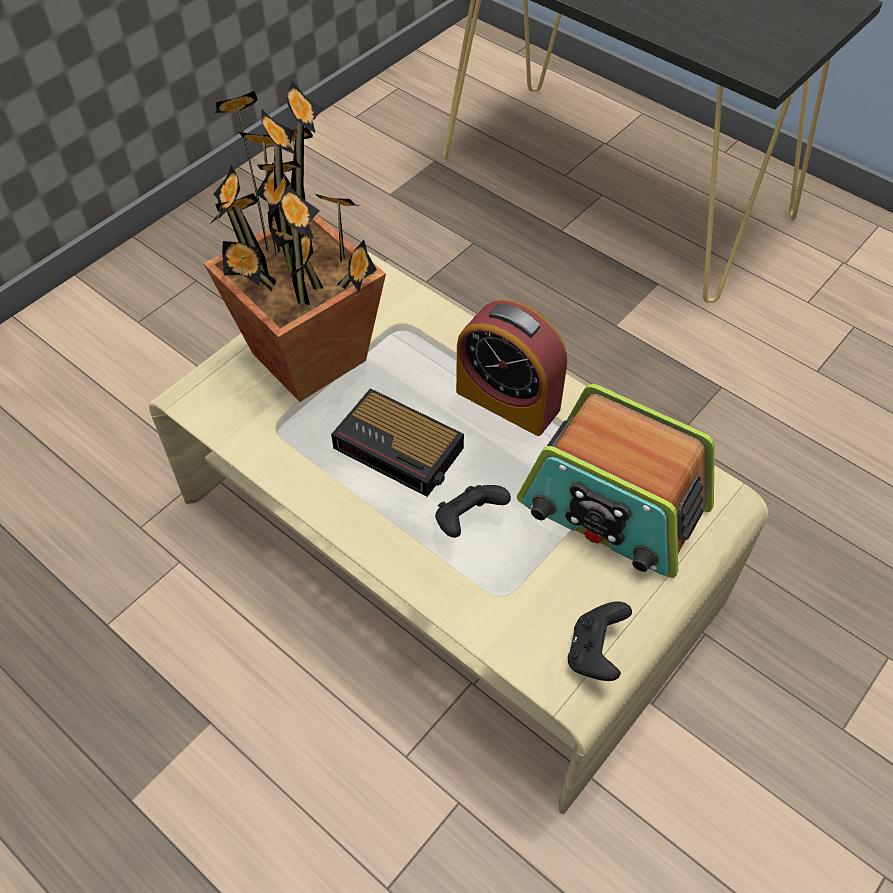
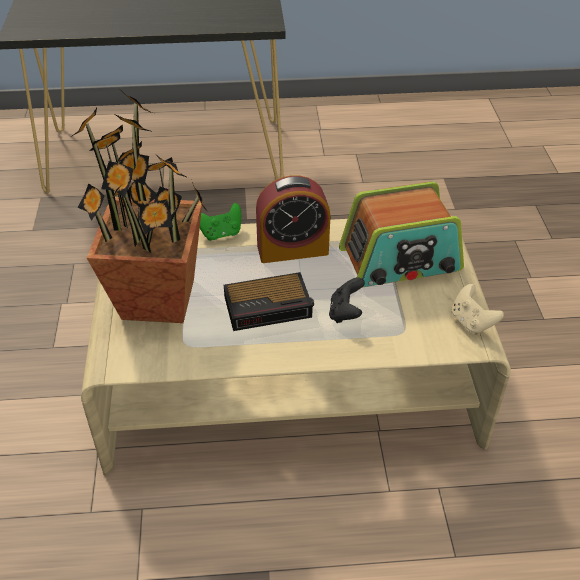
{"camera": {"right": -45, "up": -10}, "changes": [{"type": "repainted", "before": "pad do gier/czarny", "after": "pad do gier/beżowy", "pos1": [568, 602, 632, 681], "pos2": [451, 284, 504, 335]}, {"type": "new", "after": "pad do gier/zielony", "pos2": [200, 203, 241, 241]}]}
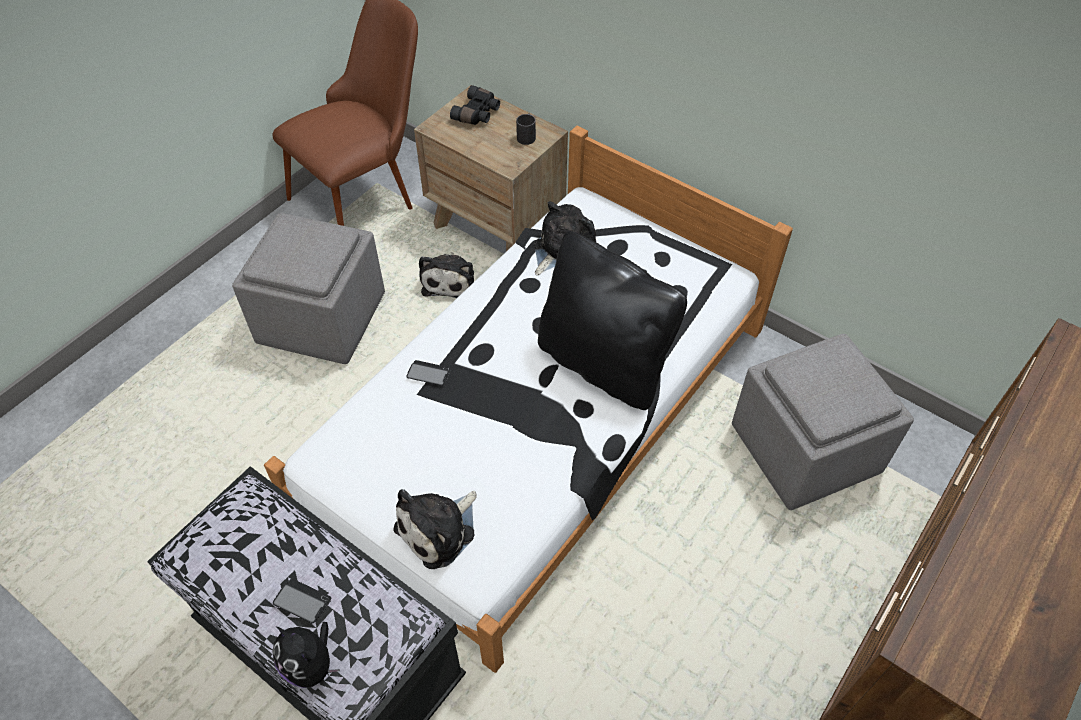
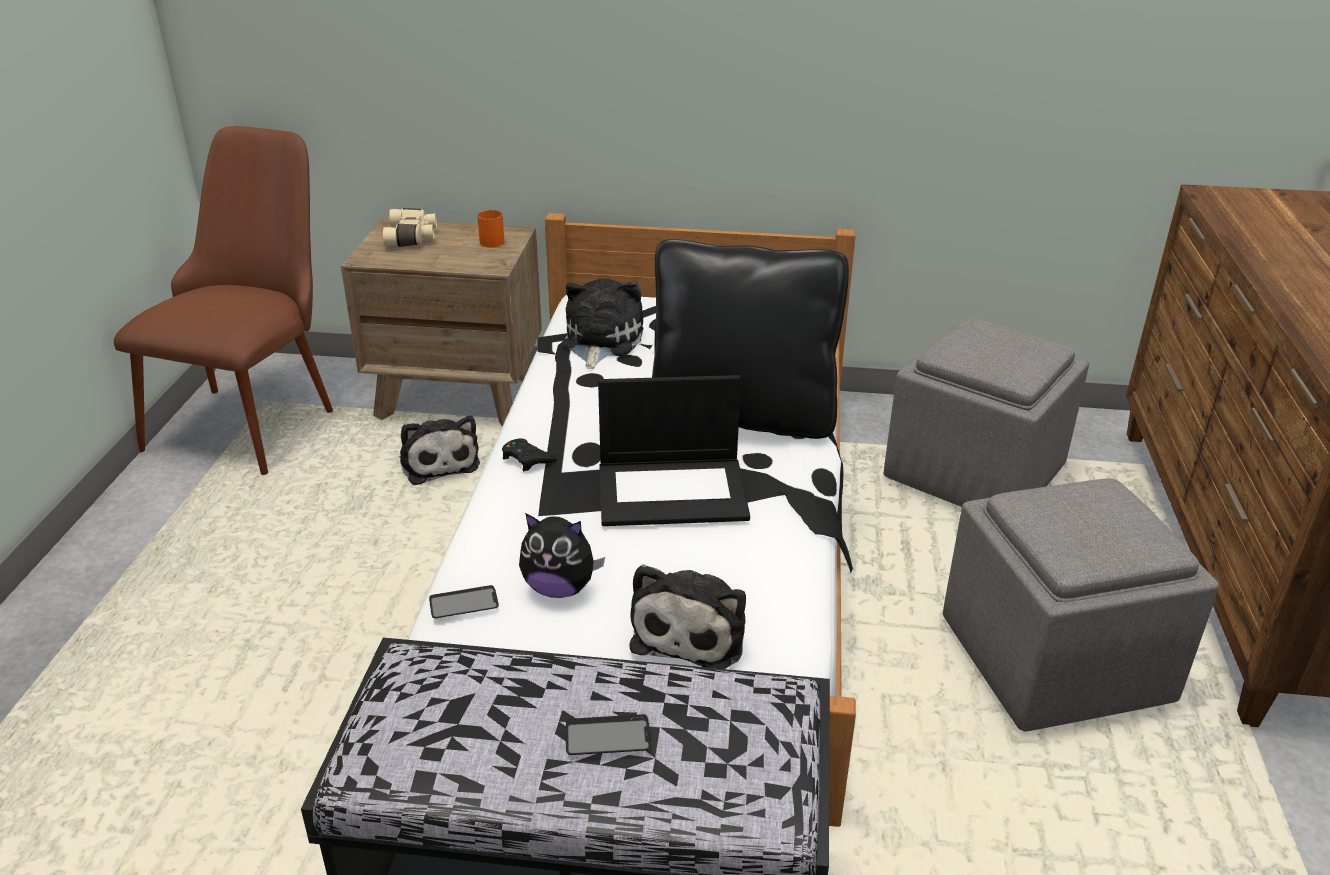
{"camera": {"right": -30, "up": -20}, "changes": [{"type": "shifted", "before": "pufa/szary", "pos1": [232, 213, 385, 364], "pos2": [943, 478, 1219, 731]}, {"type": "shifted", "before": "pluszak", "pos1": [272, 622, 340, 688], "pos2": [519, 513, 605, 598]}, {"type": "shifted", "before": "telefon", "pos1": [406, 360, 451, 386], "pos2": [429, 585, 499, 618]}, {"type": "repainted", "before": "lornetka/czarny", "after": "lornetka/beżowy", "pos1": [450, 85, 500, 125], "pos2": [383, 208, 437, 247]}, {"type": "repainted", "before": "kubek/czarny", "after": "kubek/pomarańczowy", "pos1": [516, 114, 536, 145], "pos2": [477, 210, 505, 248]}, {"type": "new", "after": "pad do gier/czarny", "pos2": [502, 438, 557, 471]}, {"type": "new", "after": "laptop", "pos2": [598, 375, 750, 526]}]}
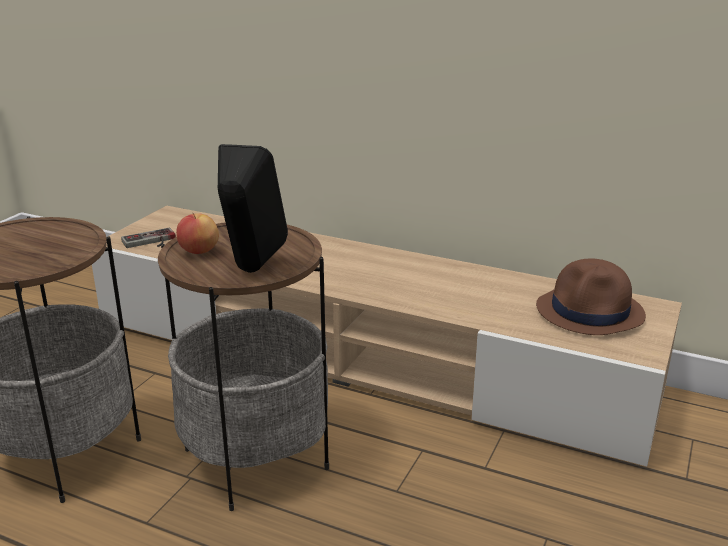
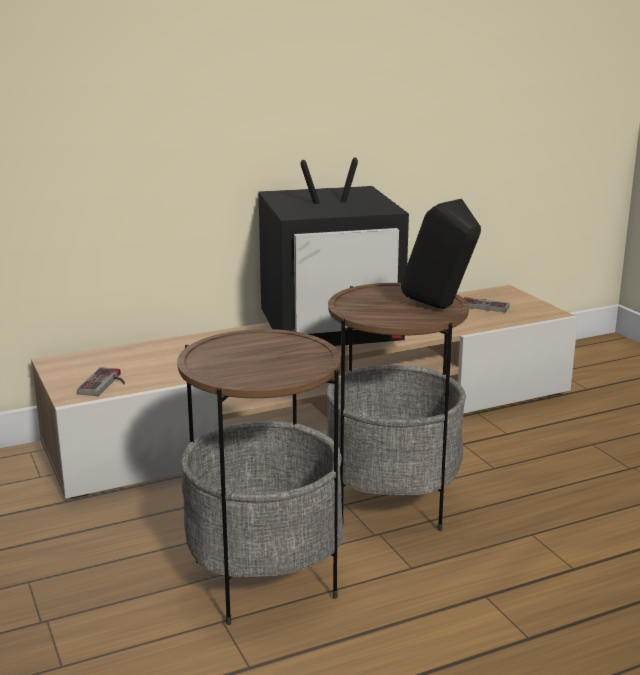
{"camera": {"right": -50, "up": -5}, "changes": [{"type": "gone", "before": "jabłko", "pos1": [176, 212, 219, 254]}, {"type": "swapped", "before": "kapelusz/brązowy", "after": "pad do gier", "pos1": [536, 259, 646, 335], "pos2": [464, 297, 510, 312]}, {"type": "new", "after": "telewizor", "pos2": [259, 157, 409, 346]}]}
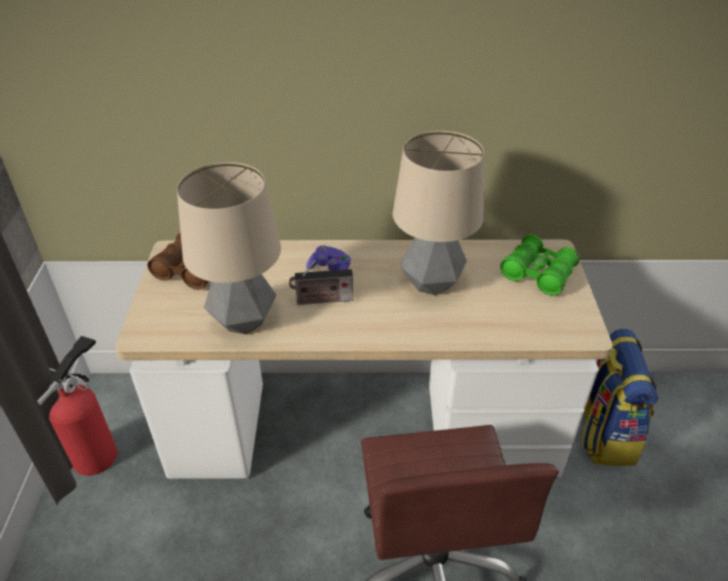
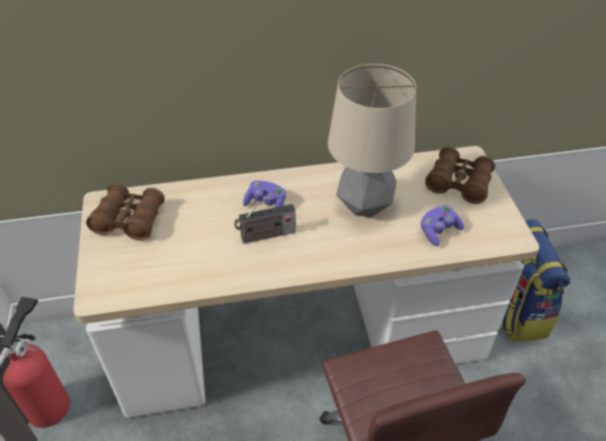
{"camera": {"right": -10, "up": 5}, "changes": [{"type": "gone", "before": "lampa stołowa", "pos1": [177, 162, 281, 334]}, {"type": "repainted", "before": "lornetka/zielony", "after": "lornetka/brązowy", "pos1": [500, 234, 580, 296], "pos2": [425, 147, 495, 204]}, {"type": "new", "after": "pad do gier/fioletowy", "pos2": [421, 205, 464, 246]}]}
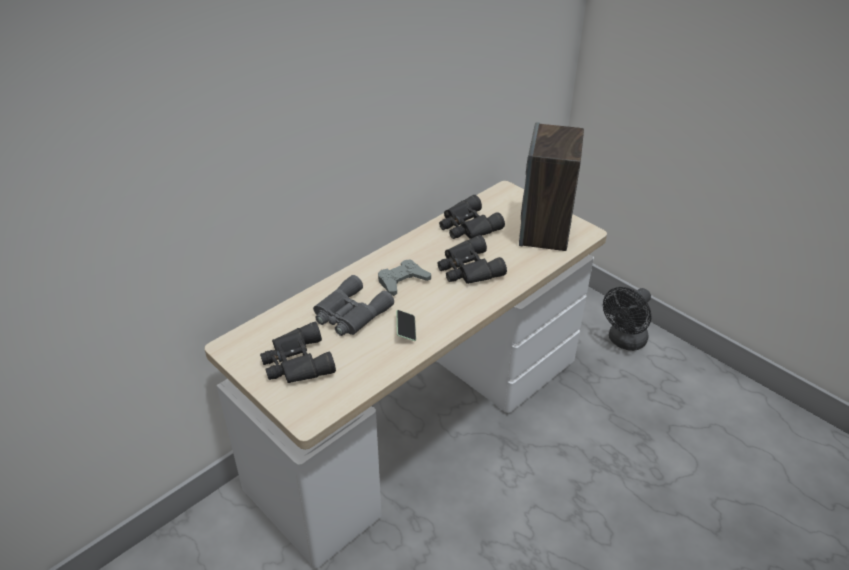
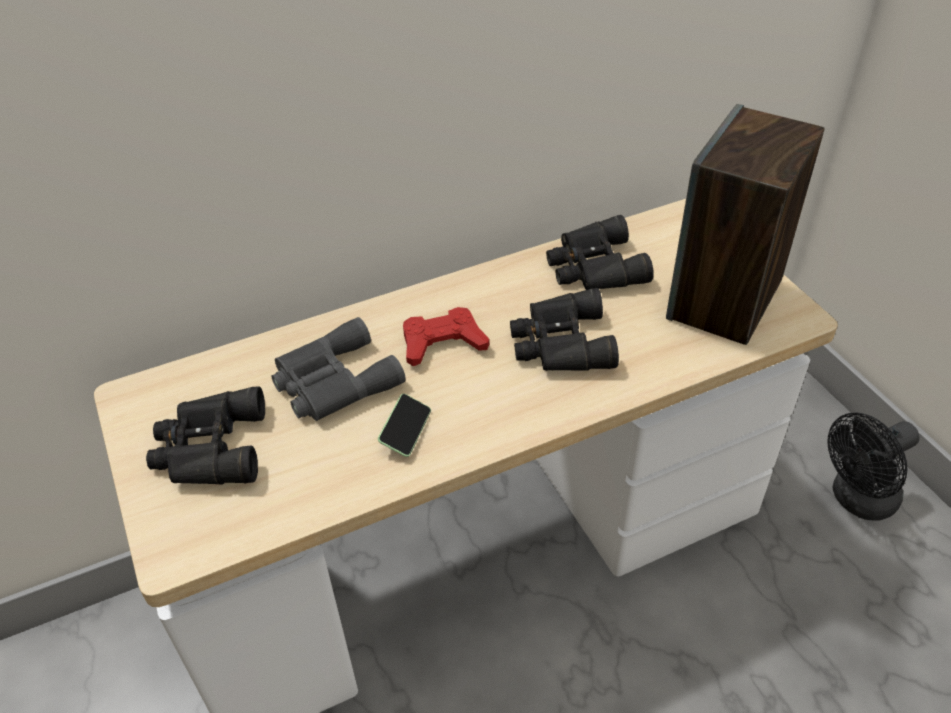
{"camera": {"right": 20, "up": 5}, "changes": [{"type": "repainted", "before": "pad do gier/szary", "after": "pad do gier/czerwony", "pos1": [378, 259, 431, 296], "pos2": [403, 307, 490, 366]}]}
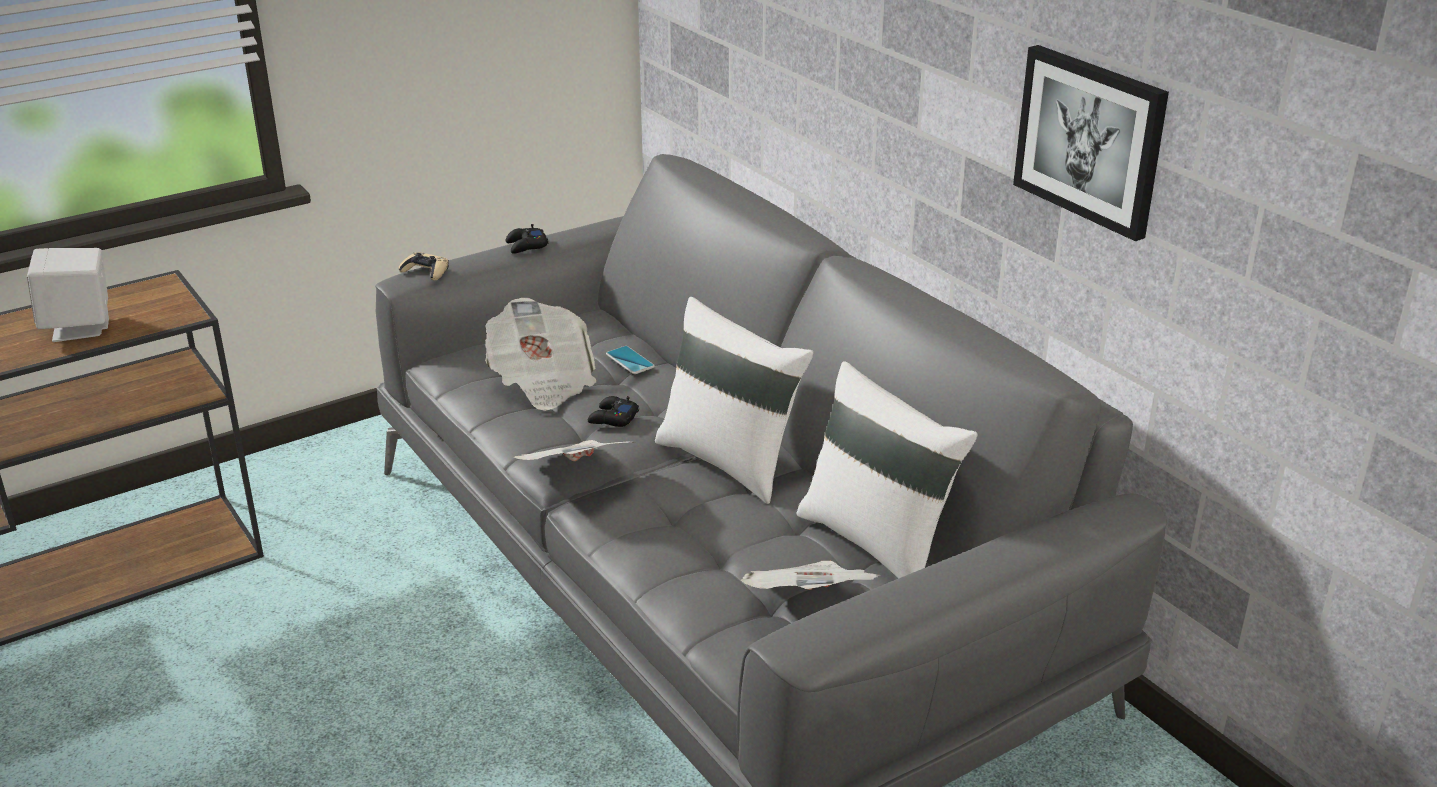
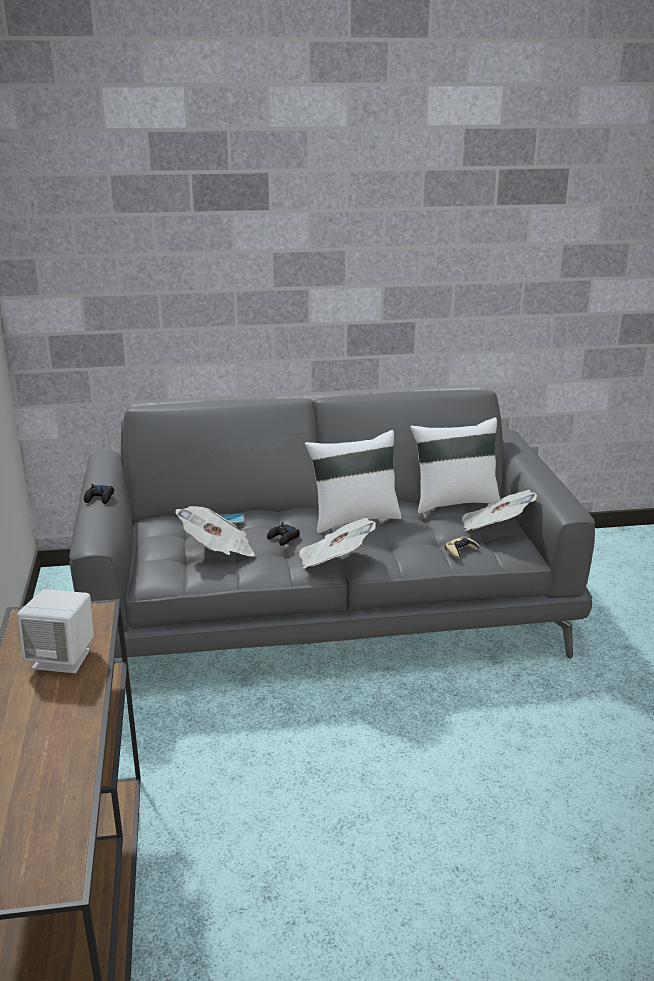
{"camera": {"right": -65, "up": -5}, "changes": [{"type": "shifted", "before": "pad do gier/beżowy", "pos1": [398, 252, 449, 280], "pos2": [445, 536, 479, 559]}, {"type": "gone", "before": "obraz", "pos1": [1013, 45, 1169, 241]}]}
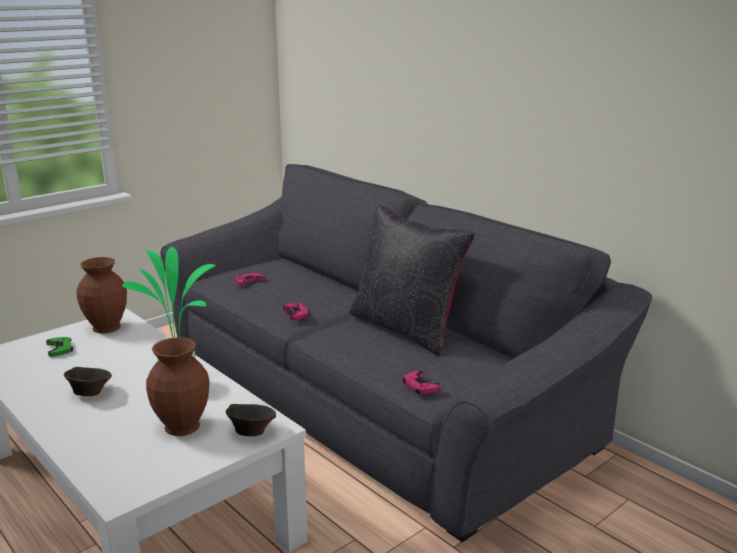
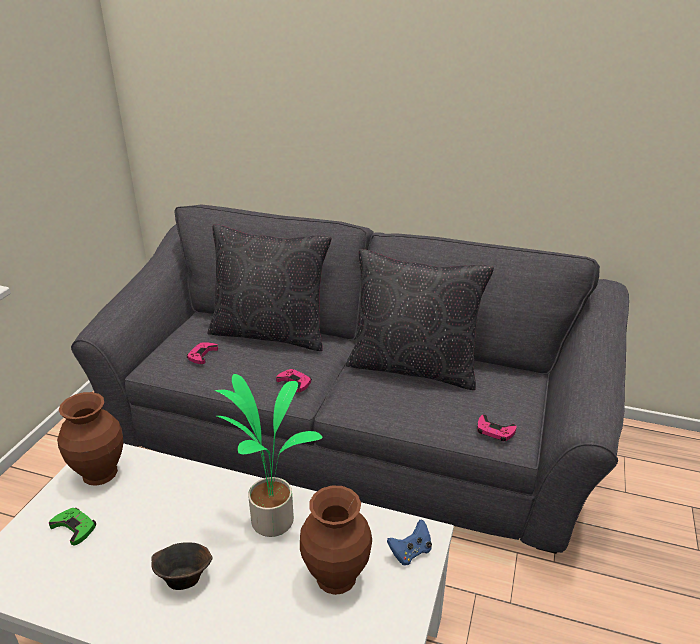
{"camera": {"right": -30, "up": 10}, "changes": [{"type": "swapped", "before": "miska/brązowy", "after": "pad do gier/niebieski", "pos1": [226, 404, 276, 436], "pos2": [387, 520, 432, 565]}, {"type": "new", "after": "poduszka/czarny", "pos2": [207, 224, 332, 351]}]}
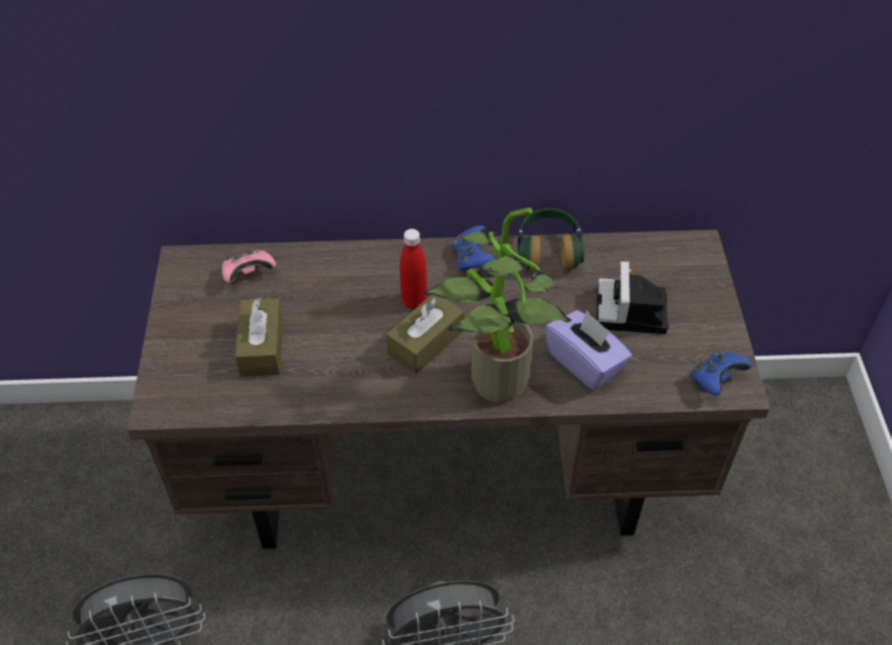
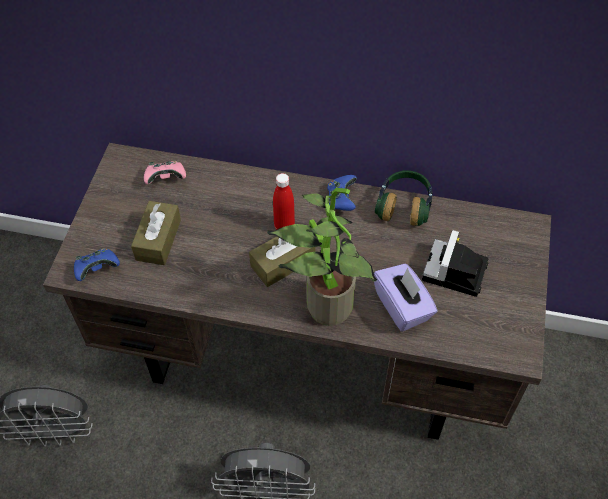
{"camera": {"right": 15, "up": 5}, "changes": [{"type": "shifted", "before": "pad do gier/niebieski", "pos1": [691, 351, 752, 396], "pos2": [74, 248, 120, 281]}]}
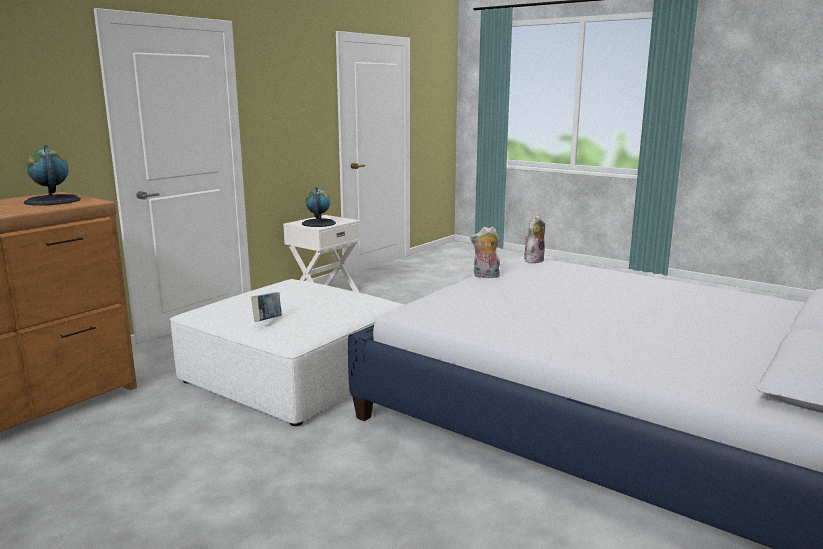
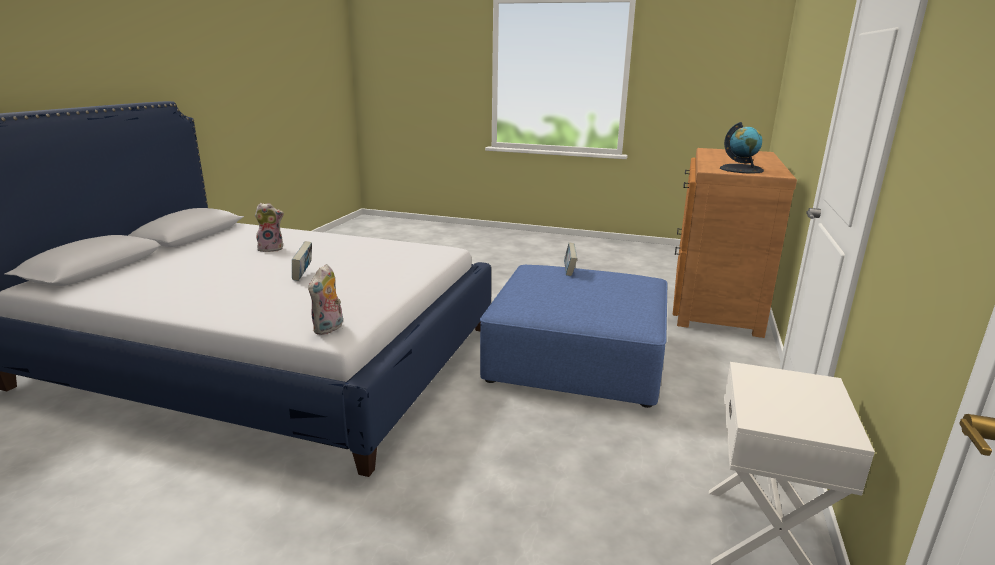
{"camera": {"right": 160, "up": 5}, "changes": [{"type": "repainted", "before": "pufa/biały", "after": "pufa/niebieski", "pos1": [170, 279, 404, 426], "pos2": [480, 265, 667, 408]}, {"type": "gone", "before": "globus", "pos1": [302, 187, 336, 227]}, {"type": "shifted", "before": "pluszak", "pos1": [470, 227, 500, 278], "pos2": [255, 203, 284, 252]}, {"type": "new", "after": "książka", "pos2": [292, 241, 312, 281]}]}
